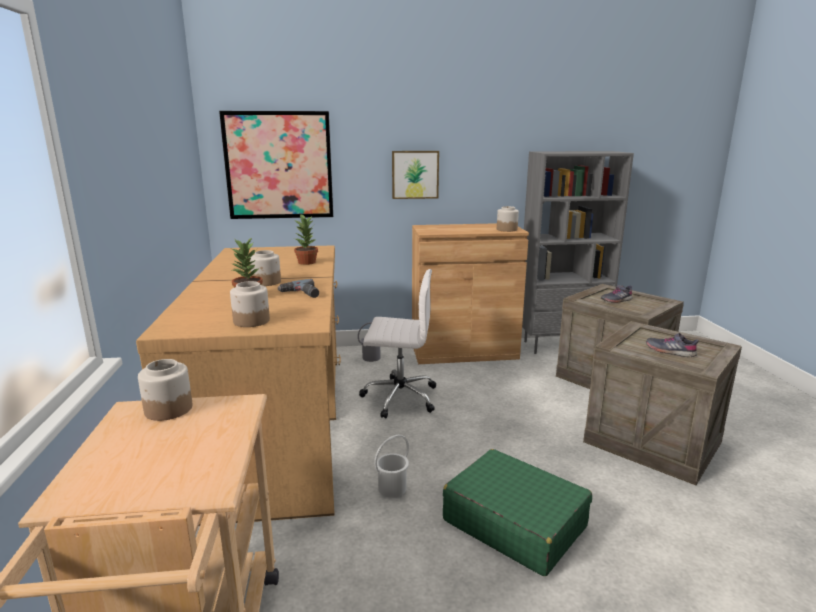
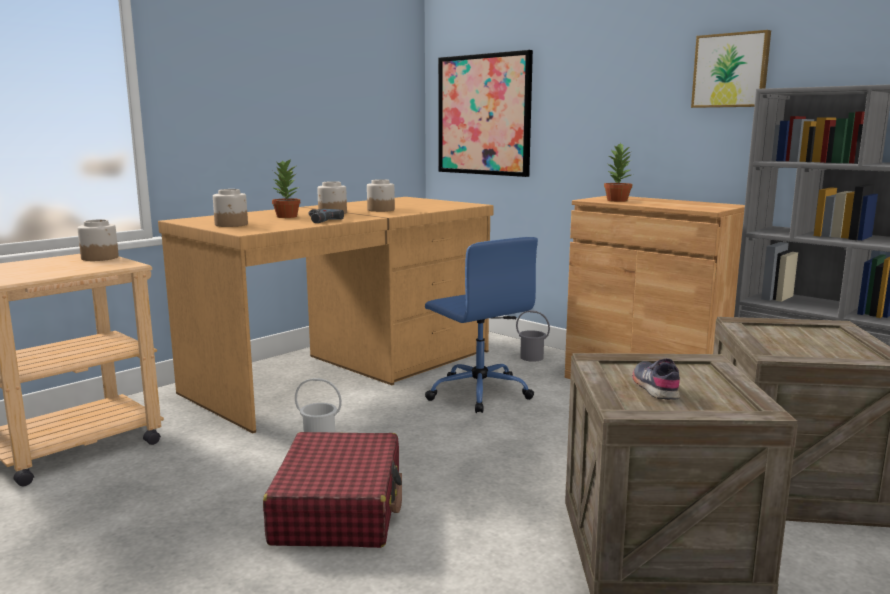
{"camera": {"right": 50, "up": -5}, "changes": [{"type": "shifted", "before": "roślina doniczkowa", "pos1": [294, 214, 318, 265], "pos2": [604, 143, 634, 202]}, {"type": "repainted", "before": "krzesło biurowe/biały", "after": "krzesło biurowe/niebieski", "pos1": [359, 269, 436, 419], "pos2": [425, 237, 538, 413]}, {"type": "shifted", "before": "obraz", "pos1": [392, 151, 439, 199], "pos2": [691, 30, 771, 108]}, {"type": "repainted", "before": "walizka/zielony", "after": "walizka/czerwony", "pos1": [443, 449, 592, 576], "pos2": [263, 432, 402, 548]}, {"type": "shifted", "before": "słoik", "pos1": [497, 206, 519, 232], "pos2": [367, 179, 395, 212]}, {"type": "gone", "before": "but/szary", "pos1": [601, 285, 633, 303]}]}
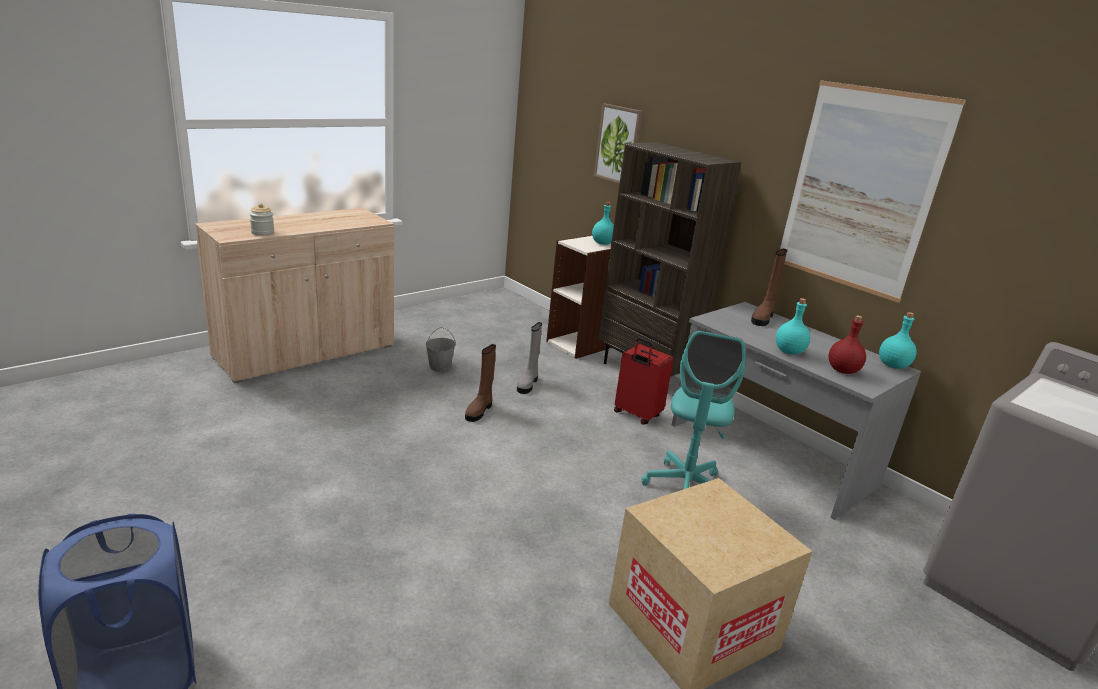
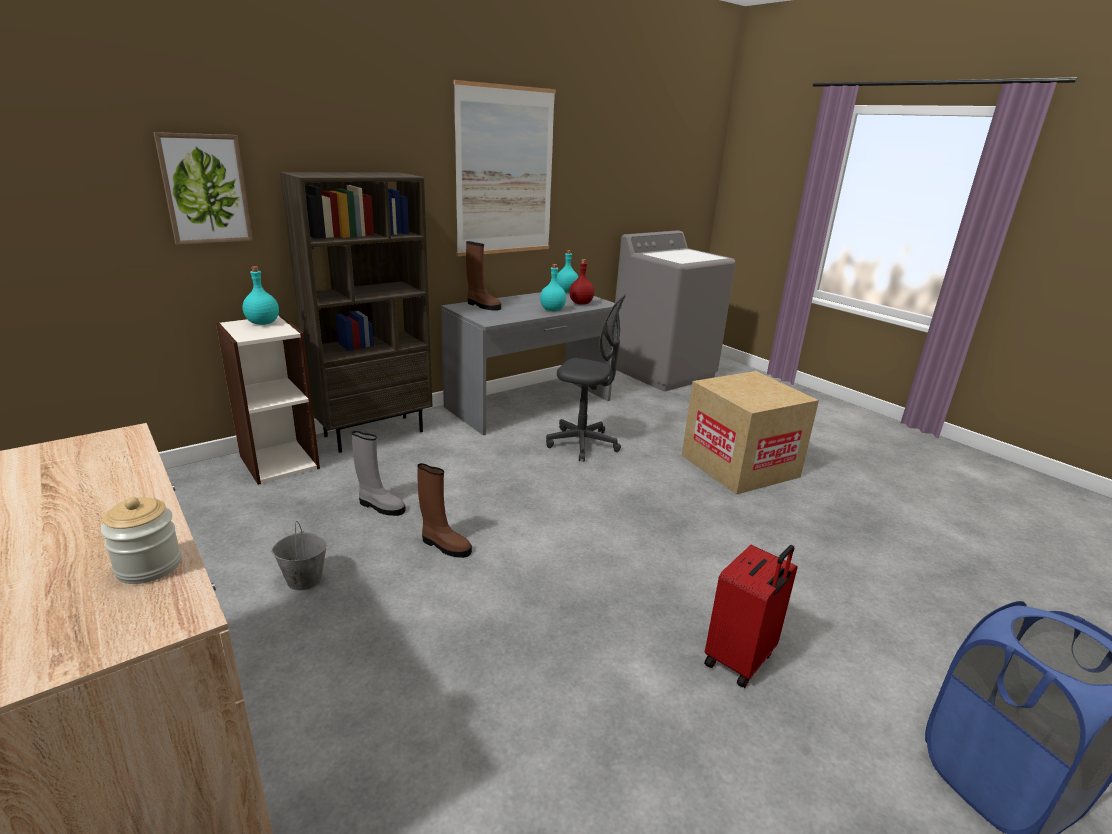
{"camera": {"right": -85, "up": 0}, "changes": [{"type": "shifted", "before": "walizka/czerwony", "pos1": [614, 337, 674, 425], "pos2": [704, 545, 797, 688]}, {"type": "repainted", "before": "krzesło biurowe/turkusowy", "after": "krzesło biurowe/szary", "pos1": [641, 331, 746, 489], "pos2": [546, 294, 626, 461]}]}
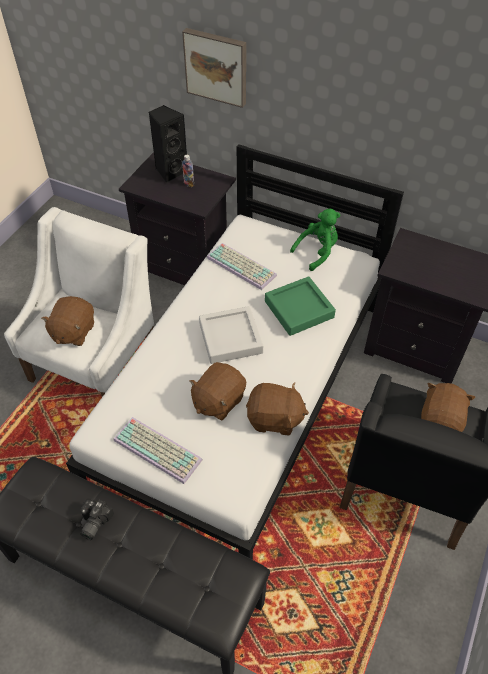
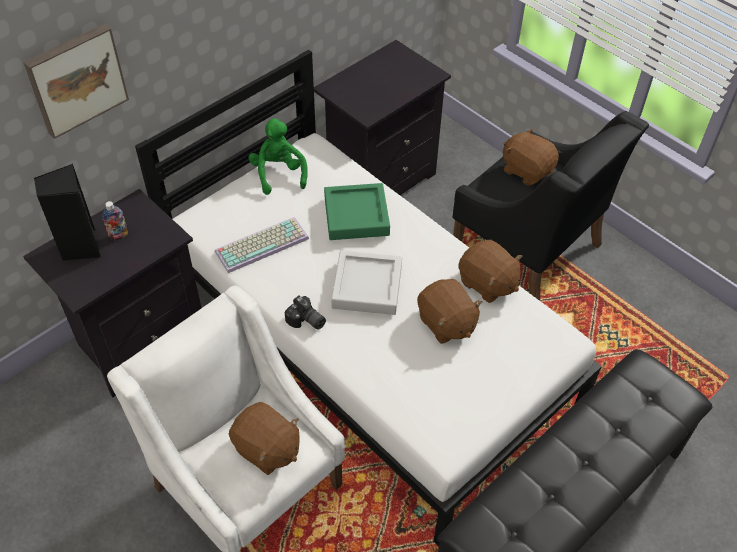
{"camera": {"right": -70, "up": 0}, "changes": [{"type": "shifted", "before": "aparat fotograficzny", "pos1": [80, 499, 114, 540], "pos2": [285, 296, 326, 330]}, {"type": "gone", "before": "klawiatura", "pos1": [113, 417, 203, 484]}, {"type": "rotated", "before": "pluszak/brązowy", "pos1": [246, 382, 309, 436], "pos2": [458, 240, 522, 303], "turn": 105}]}
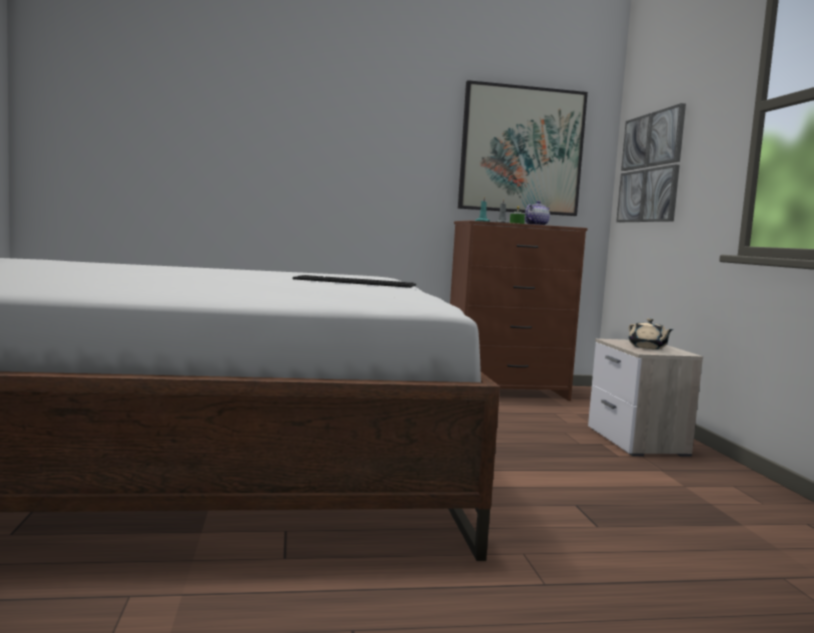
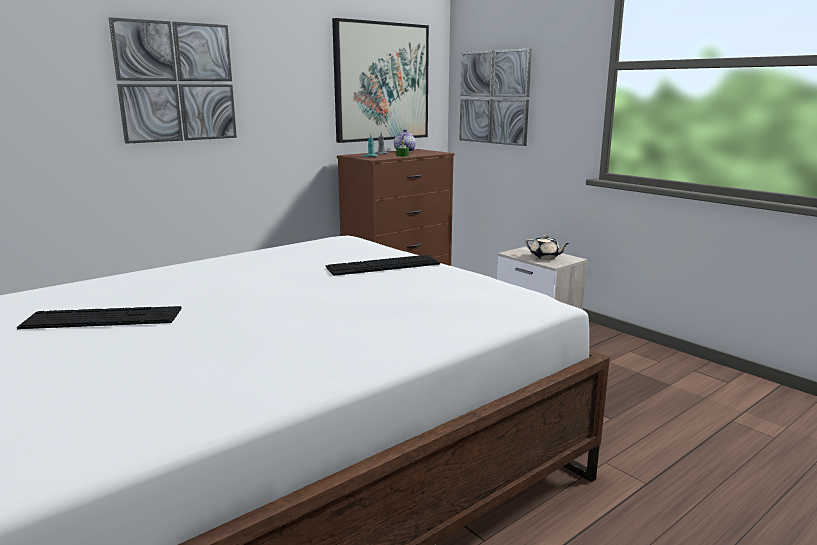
{"camera": {"right": -30, "up": 10}, "changes": [{"type": "new", "after": "klawiatura", "pos2": [17, 306, 182, 329]}, {"type": "new", "after": "obraz", "pos2": [108, 17, 237, 144]}]}
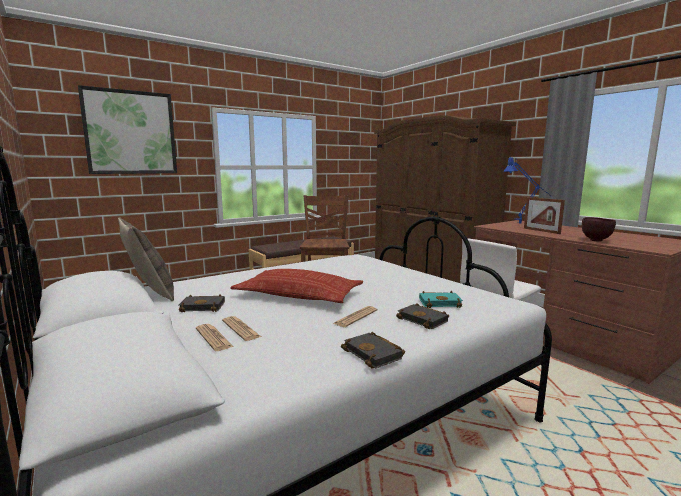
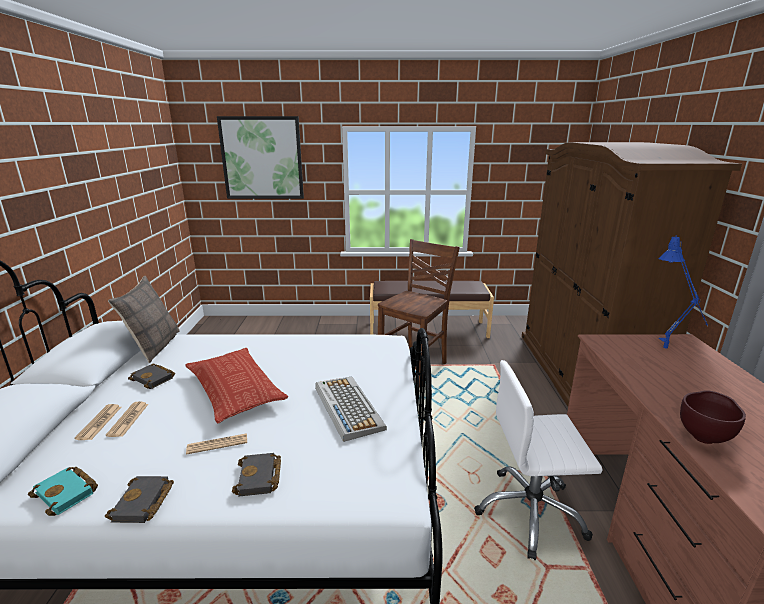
{"camera": {"right": 35, "up": 10}, "changes": [{"type": "shifted", "before": "książka/turkusowy", "pos1": [419, 291, 463, 308], "pos2": [28, 467, 98, 516]}, {"type": "gone", "before": "ramka na zdjęcie", "pos1": [524, 197, 565, 234]}, {"type": "new", "after": "klawiatura", "pos2": [315, 377, 387, 442]}]}
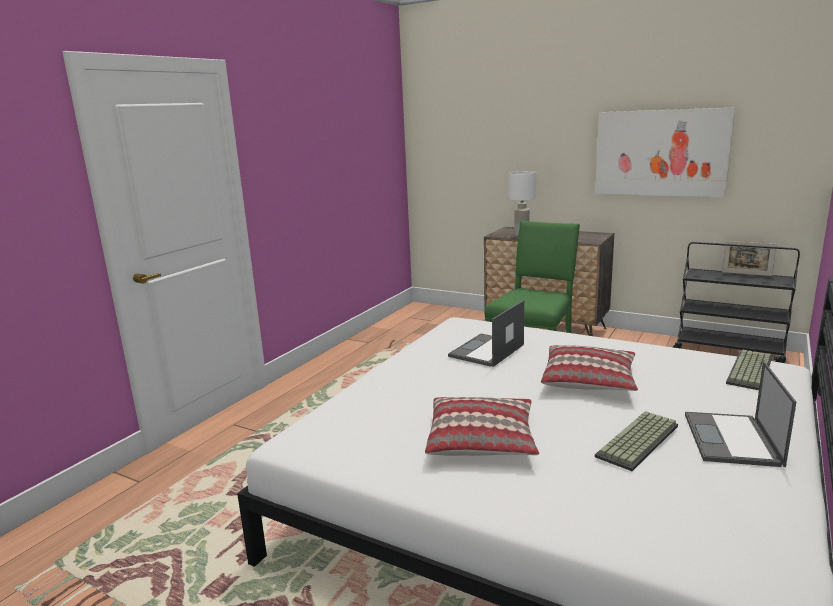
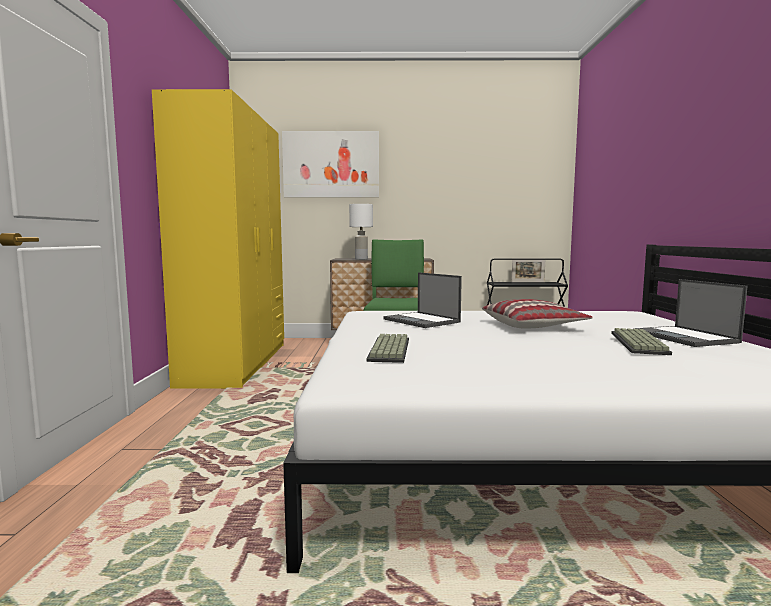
{"camera": {"right": -30, "up": -10}, "changes": [{"type": "gone", "before": "poduszka", "pos1": [425, 397, 539, 456]}, {"type": "rotated", "before": "laptop", "pos1": [448, 300, 524, 367], "pos2": [383, 272, 462, 328], "turn": -45}, {"type": "shifted", "before": "obraz", "pos1": [595, 107, 735, 197], "pos2": [282, 131, 379, 197]}, {"type": "shifted", "before": "klawiatura", "pos1": [726, 350, 772, 390], "pos2": [366, 334, 409, 363]}, {"type": "new", "after": "szafa/żółty", "pos2": [152, 89, 284, 389]}]}
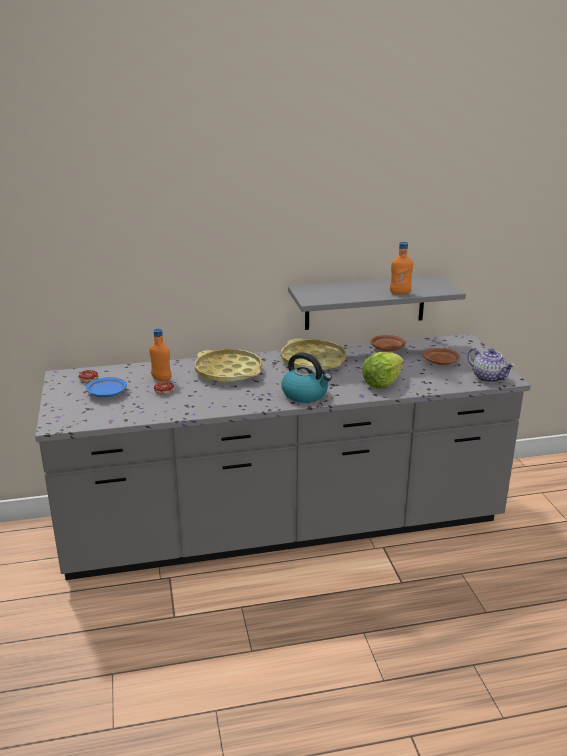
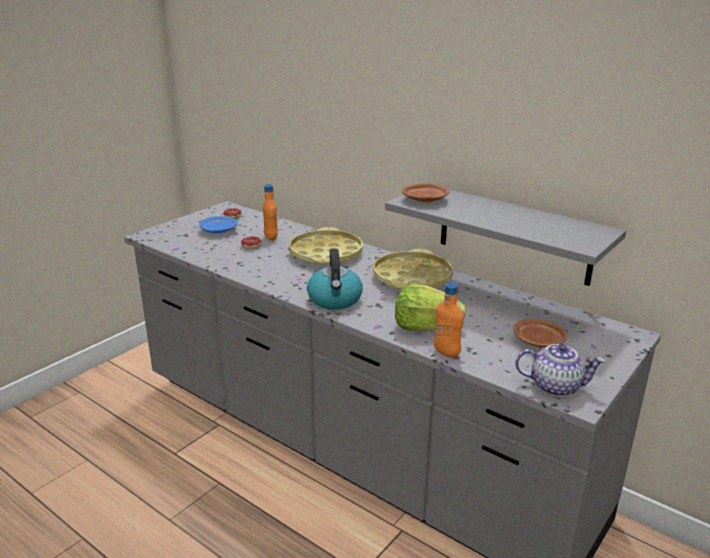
{"camera": {"right": 50, "up": 0}, "changes": [{"type": "shifted", "before": "talerz/brązowy", "pos1": [370, 335, 405, 351], "pos2": [402, 183, 449, 203]}, {"type": "shifted", "before": "butelka/pomarańczowy", "pos1": [390, 242, 413, 295], "pos2": [434, 282, 464, 358]}, {"type": "rotated", "before": "imbryk", "pos1": [467, 348, 515, 383], "pos2": [515, 344, 605, 396], "turn": -90}]}
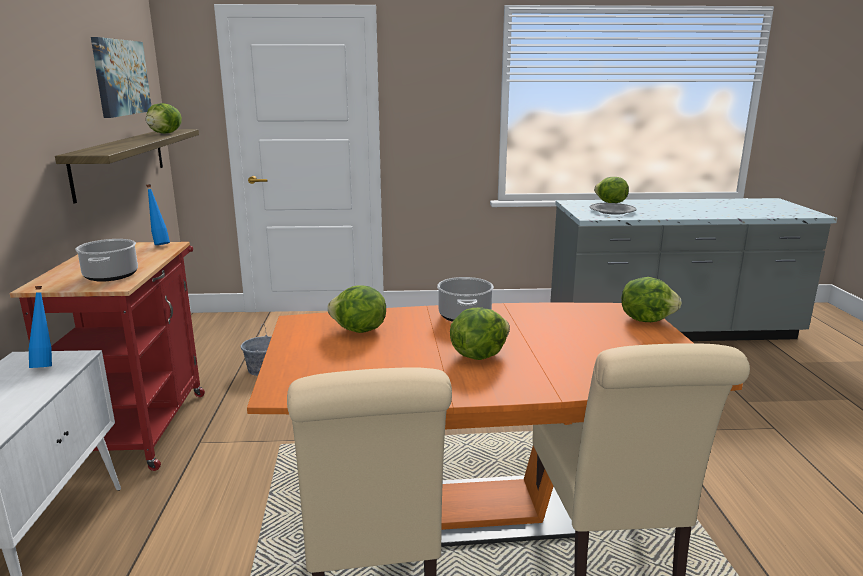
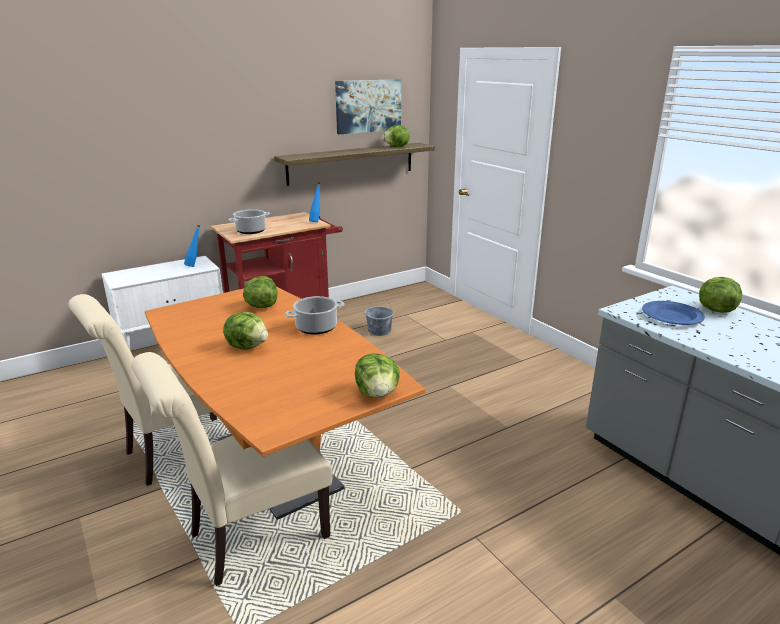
{"camera": {"right": 60, "up": 5}, "changes": [{"type": "repainted", "before": "talerz/szary", "after": "talerz/niebieski", "pos1": [589, 203, 637, 215], "pos2": [642, 301, 705, 325]}]}
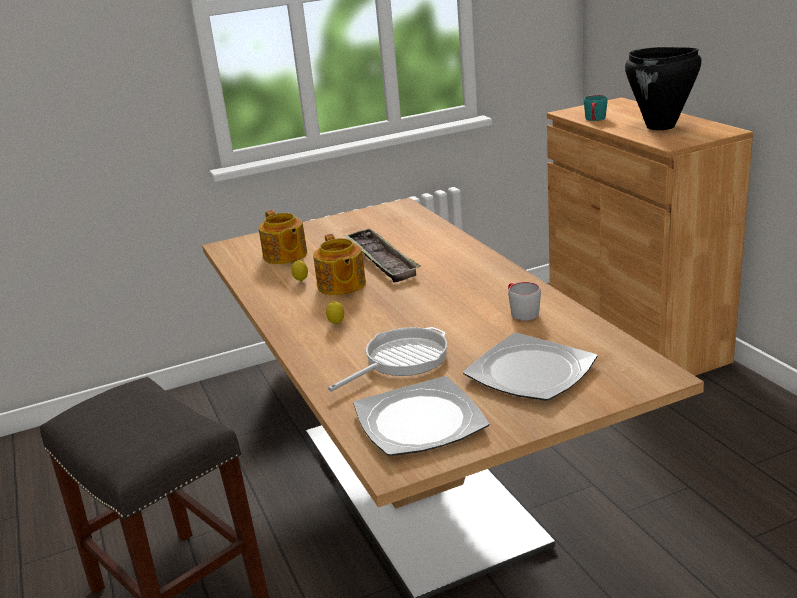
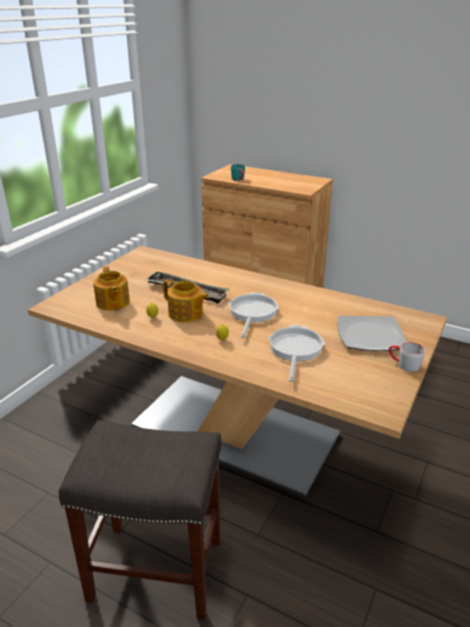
{"camera": {"right": -40, "up": 5}, "changes": [{"type": "rotated", "before": "imbryk", "pos1": [259, 210, 307, 264], "pos2": [93, 266, 130, 311], "turn": 45}, {"type": "gone", "before": "talerz", "pos1": [353, 376, 490, 456]}, {"type": "shifted", "before": "kubek/szary", "pos1": [508, 282, 541, 321], "pos2": [389, 342, 425, 372]}, {"type": "gone", "before": "garnek/czarny", "pos1": [625, 47, 702, 130]}, {"type": "new", "after": "patelnia", "pos2": [229, 292, 279, 338]}]}
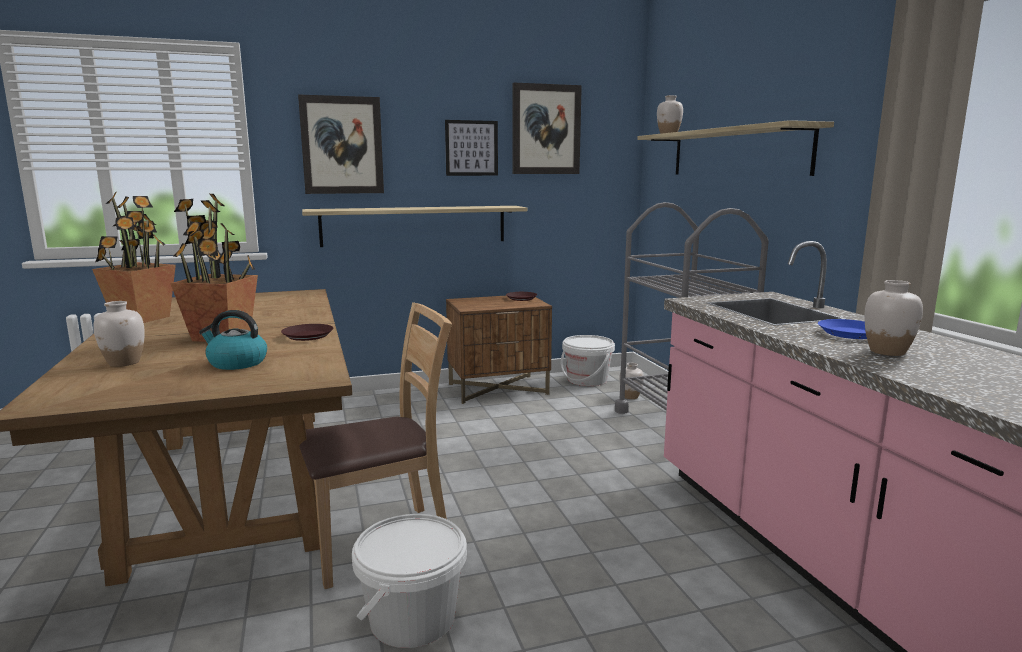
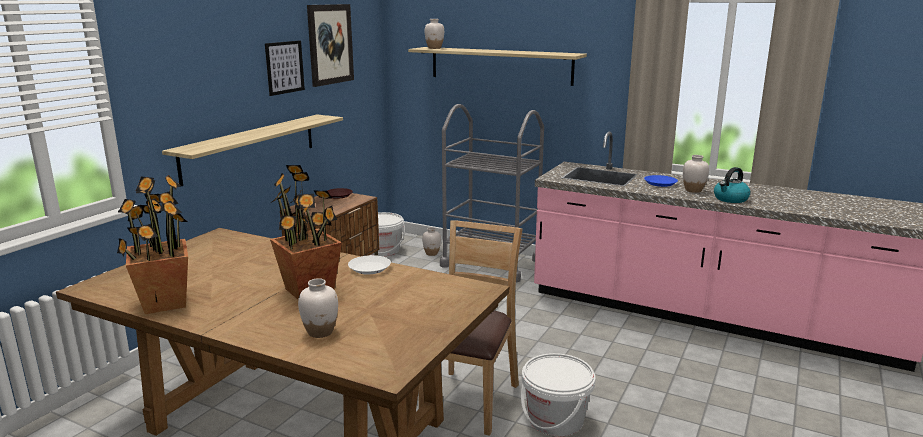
{"camera": {"right": -45, "up": 5}, "changes": [{"type": "shifted", "before": "czajnik", "pos1": [199, 310, 267, 370], "pos2": [714, 167, 751, 203]}, {"type": "repainted", "before": "talerz/brązowy", "after": "talerz/biały", "pos1": [281, 324, 334, 341], "pos2": [348, 255, 391, 274]}, {"type": "gone", "before": "obraz", "pos1": [298, 94, 384, 194]}]}
